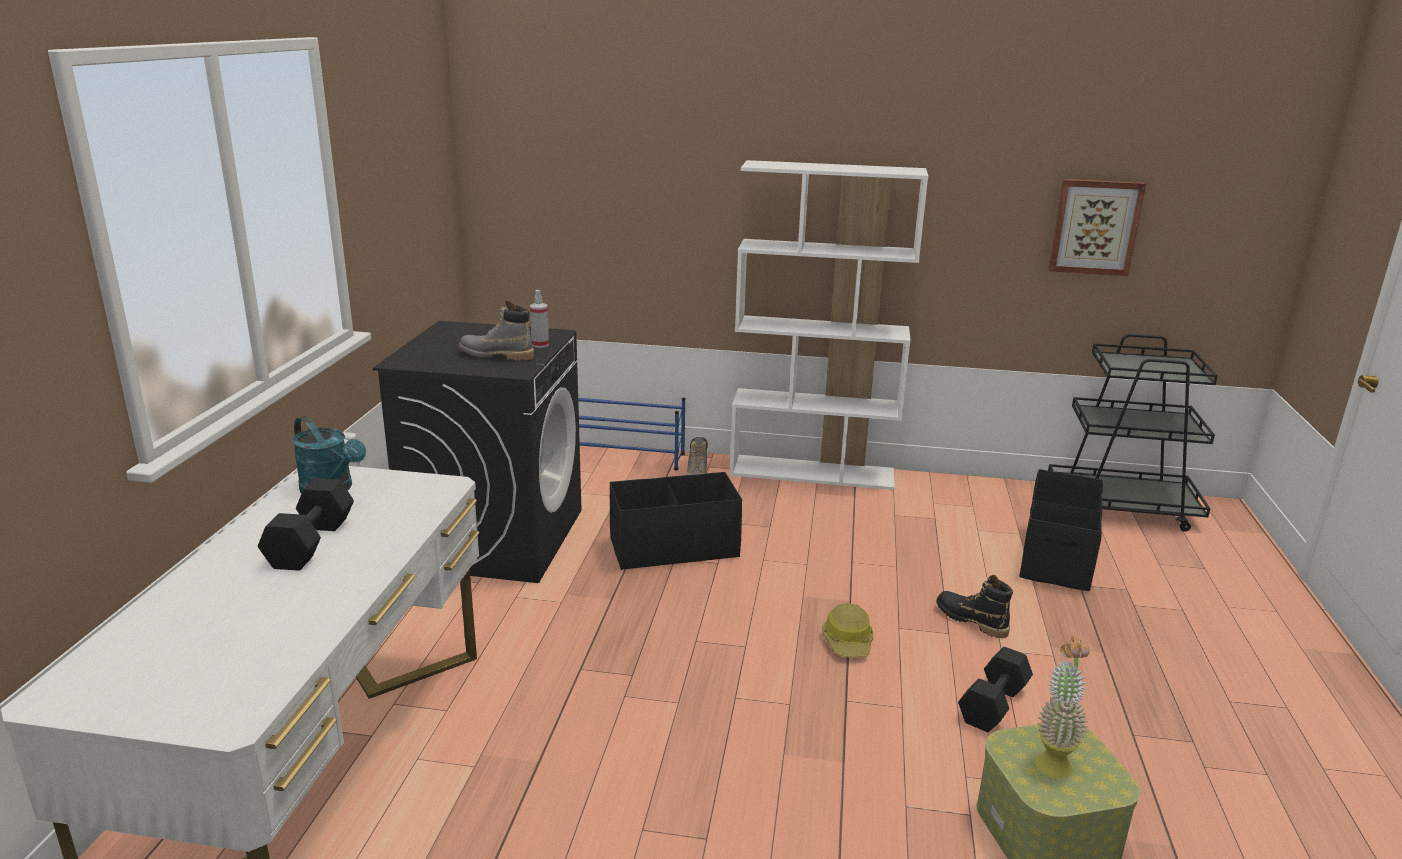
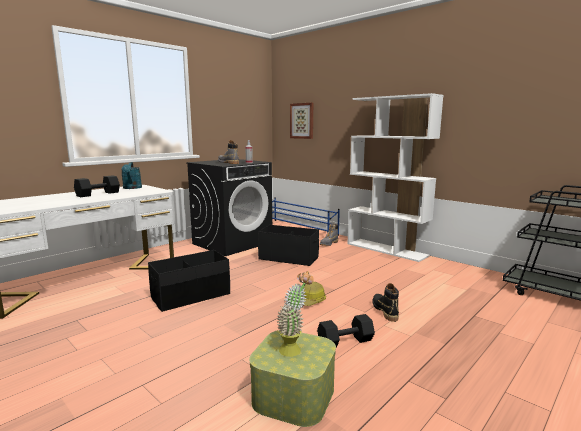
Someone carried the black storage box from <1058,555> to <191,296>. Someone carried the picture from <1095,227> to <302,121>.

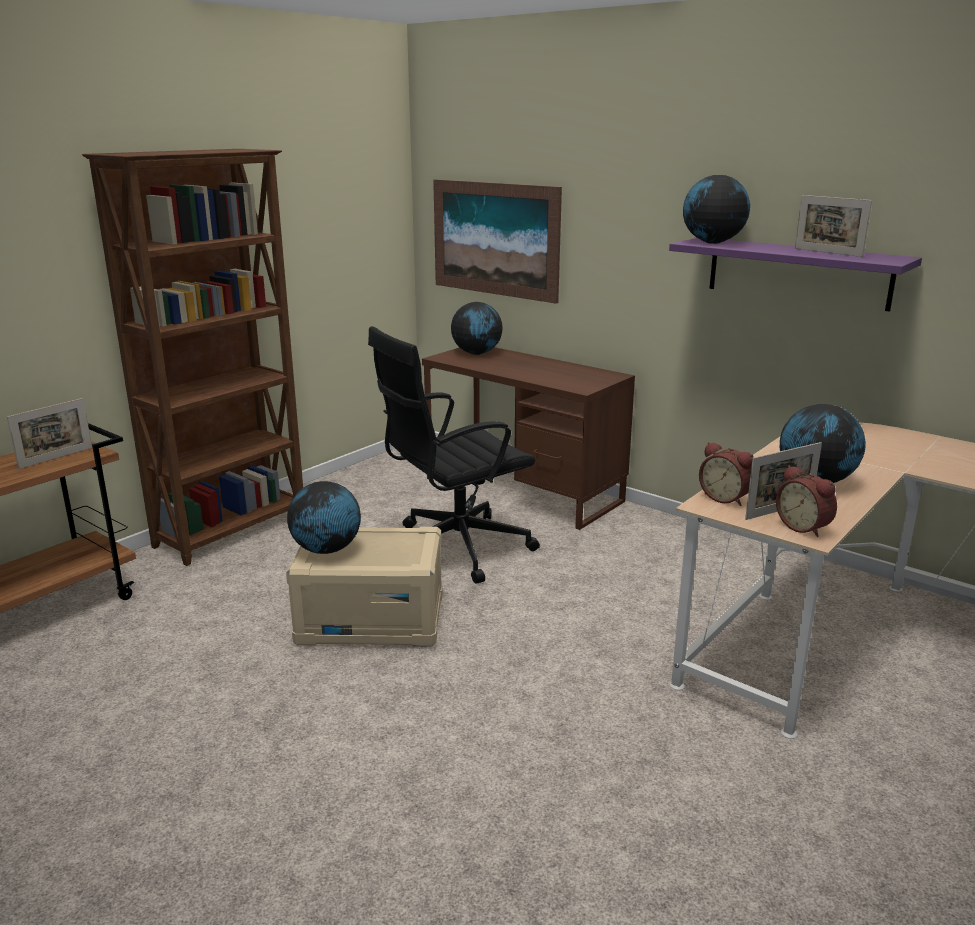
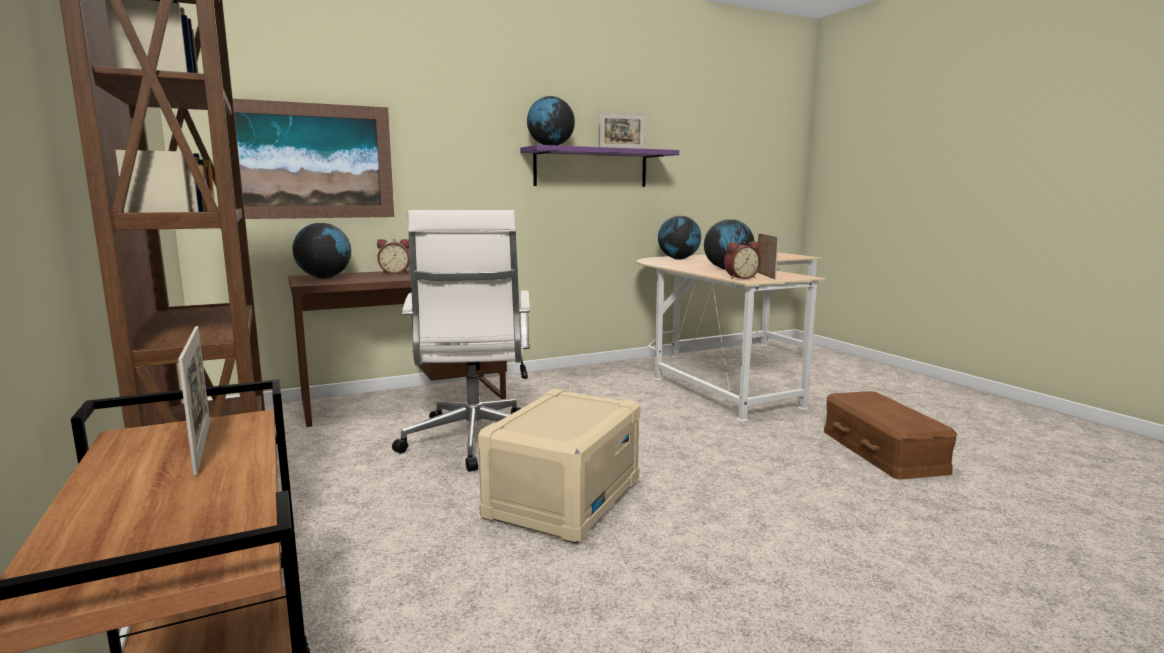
Someone carried the globe from <326,550> to <679,259>. Someone repainted the black office chair at <455,548>, which became the white office chair at <473,442>. Someone carried the alarm clock from <804,527> to <395,273>. Someone put down the brown storage box at <884,451>.

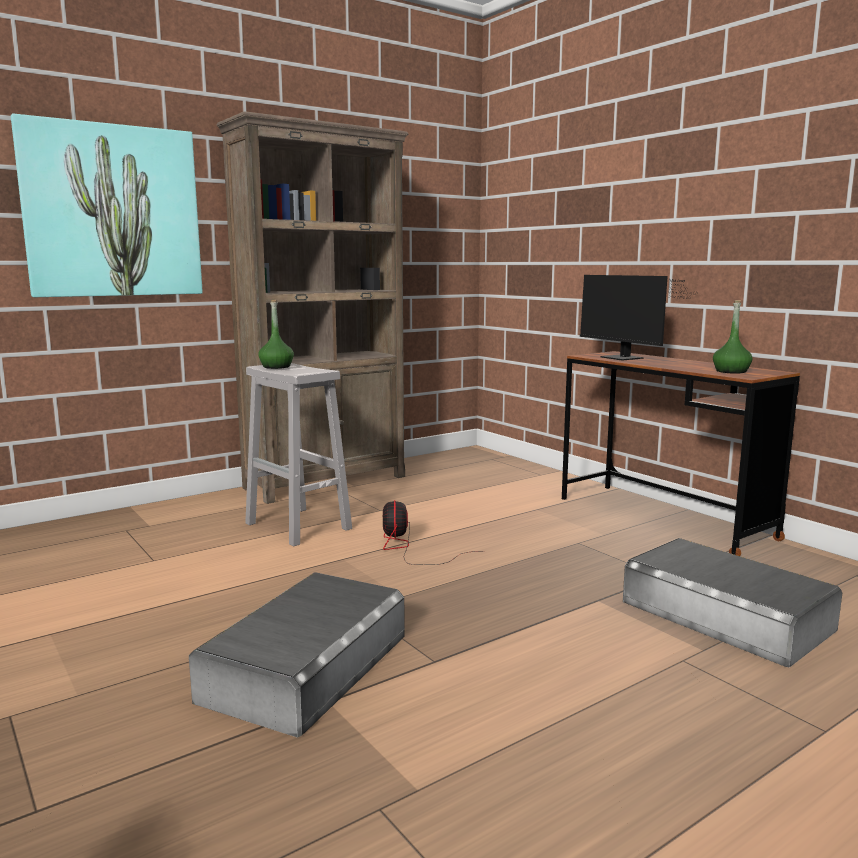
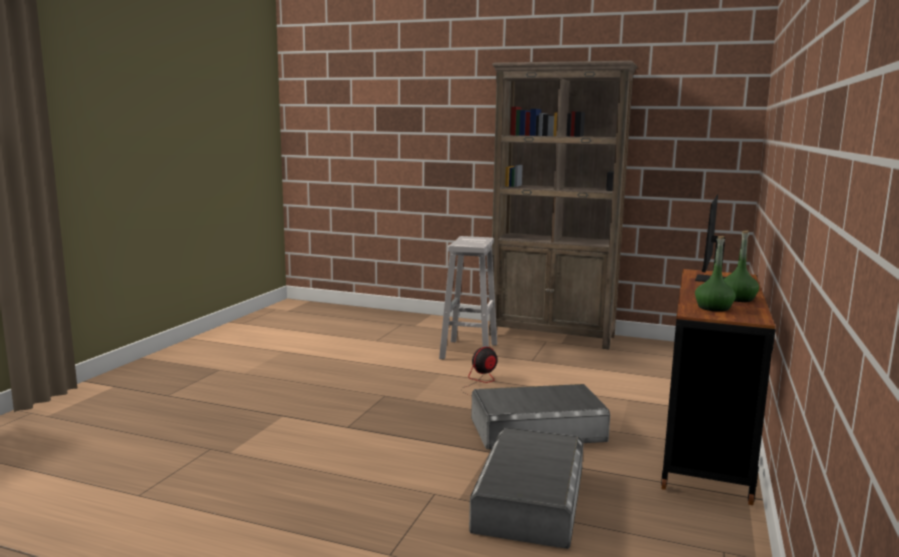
Someone took away the picture at <112,212>. Someone carried the grey storage box from <306,666> to <537,429>. Someone carried the green bottle from <276,367> to <738,299>.

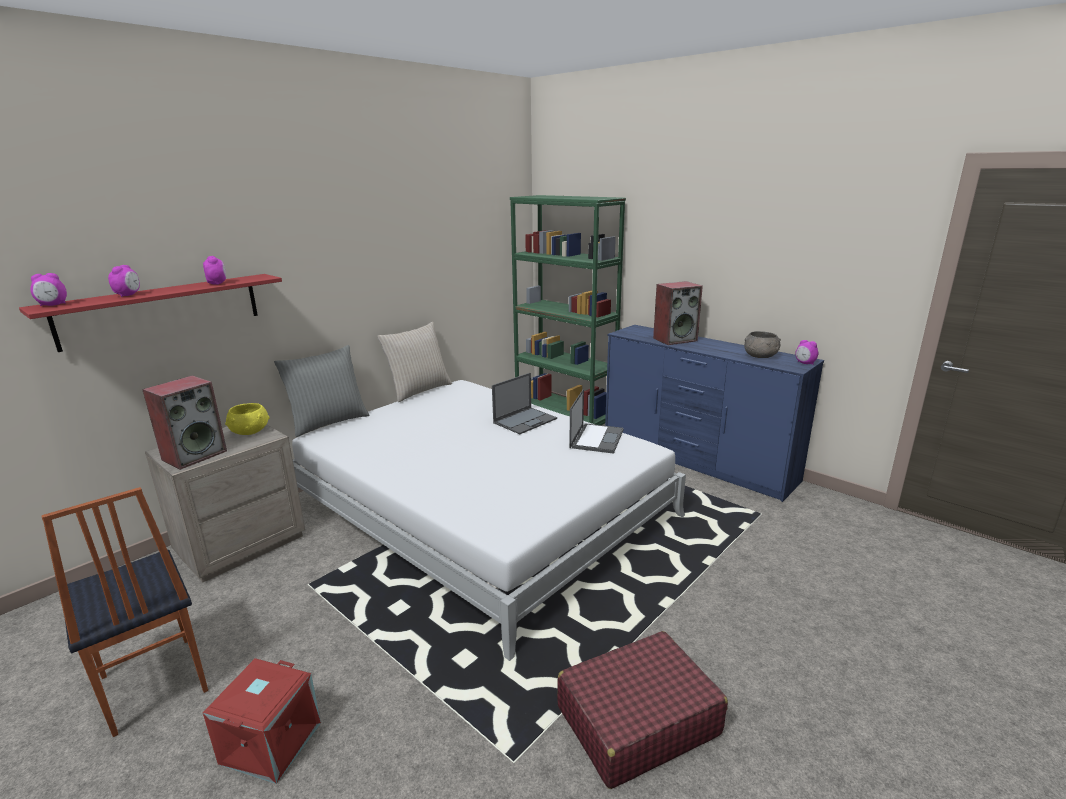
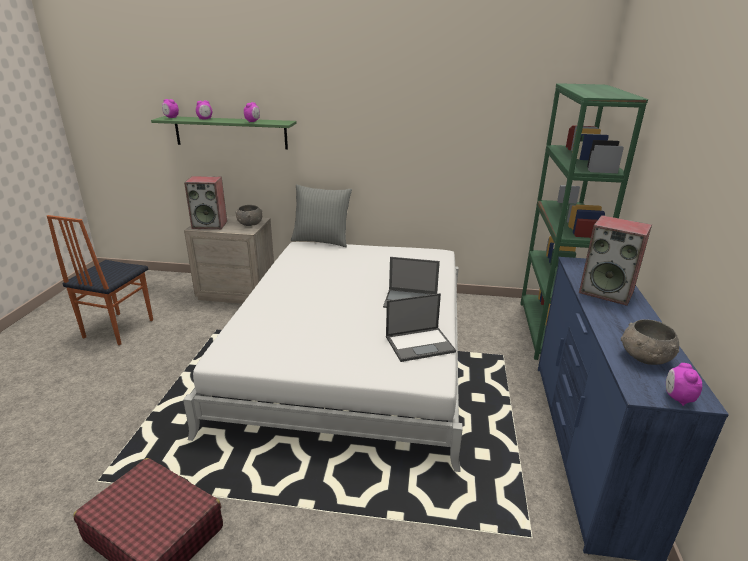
Someone repainted the red shelf at <162,310>, which became the green shelf at <230,132>. Someone took away the red storage box at <270,742>. Someone repainted the yellow bowl at <249,431>, which became the grey bowl at <250,224>. Someone took away the beige pillow at <418,390>.

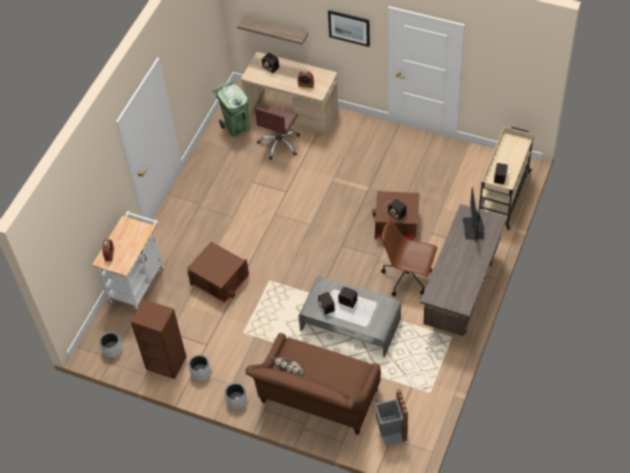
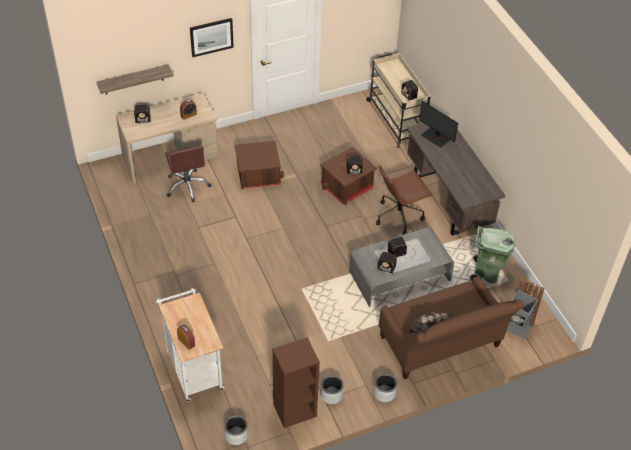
Someone carried the brown storage box from <220,280> to <258,174>. Someone carried the green trash can from <236,127> to <486,273>.

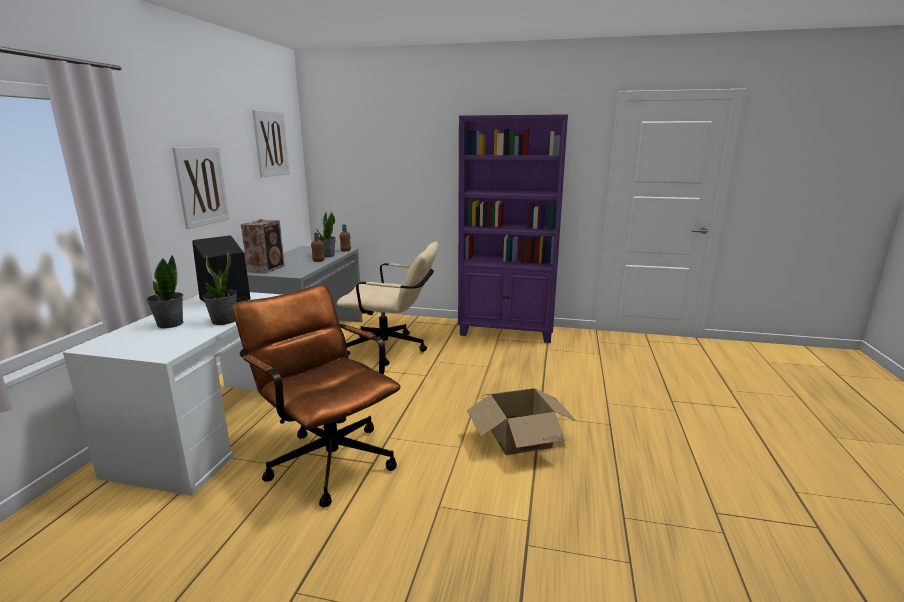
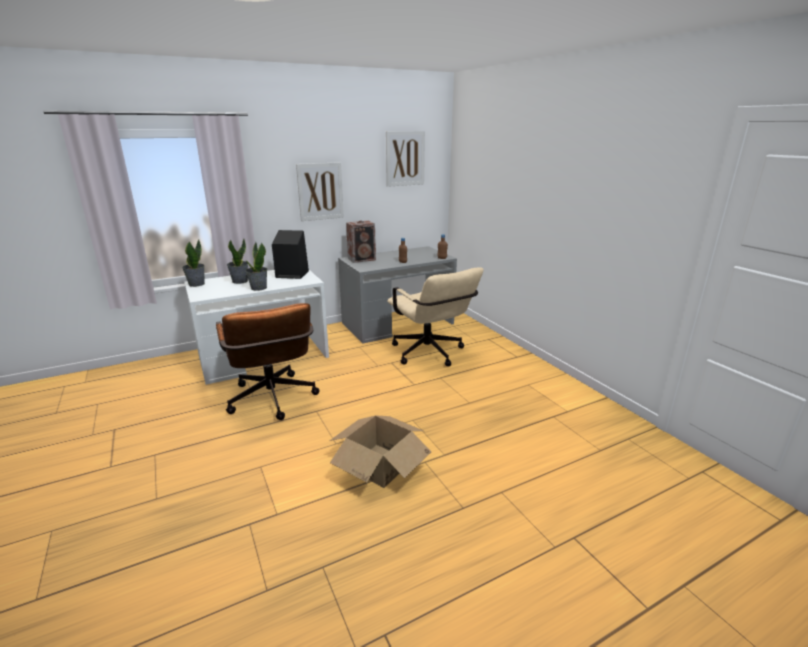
Someone rotated the brown office chair at <326,457> by 150 degrees clockwise. Someone carried the potted plant from <326,256> to <196,284>. Someone took away the purple bookcase at <507,331>.

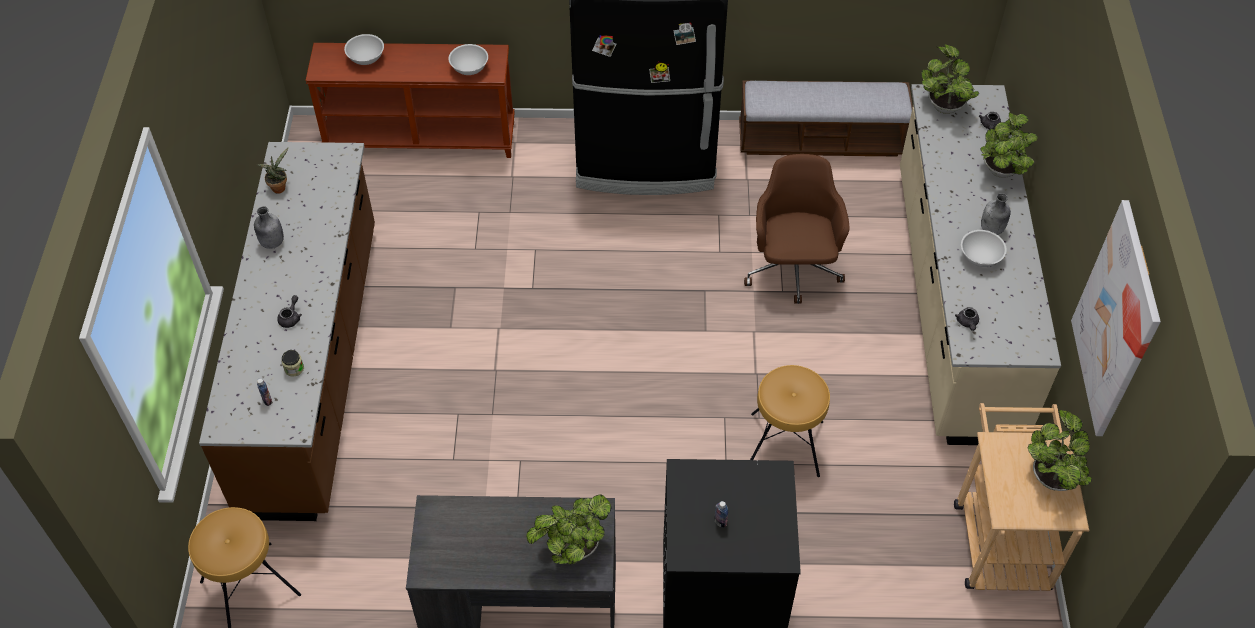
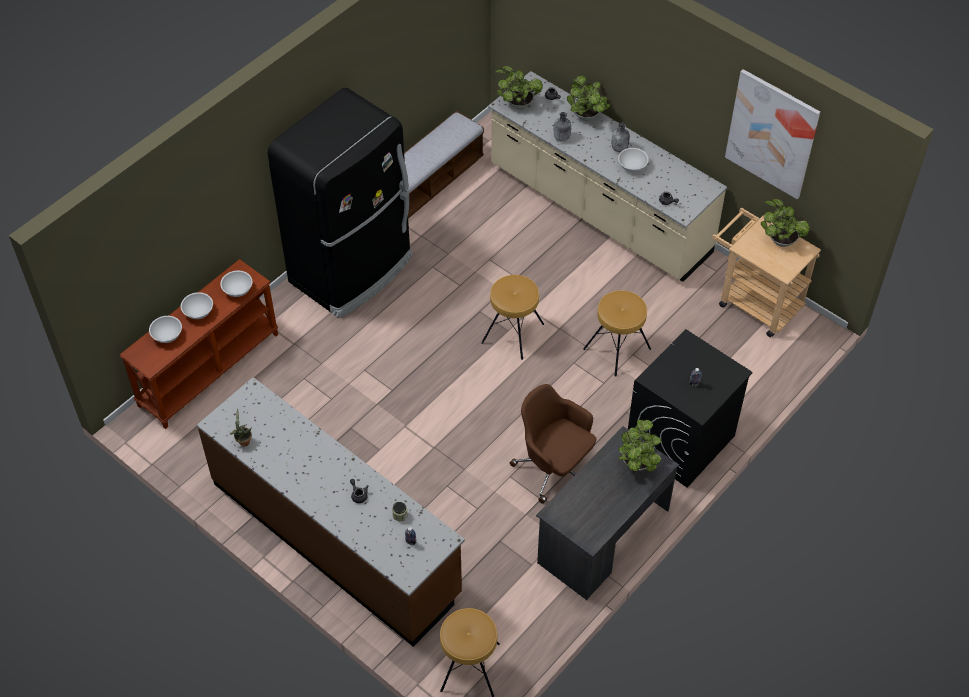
Someone carried the grey bottle from <272,242> to <561,138>. Someone carried the brown office chair from <793,269> to <554,468>. Someone put down the white bowl at <198,312>. Someone put down the brown stool at <513,333>.

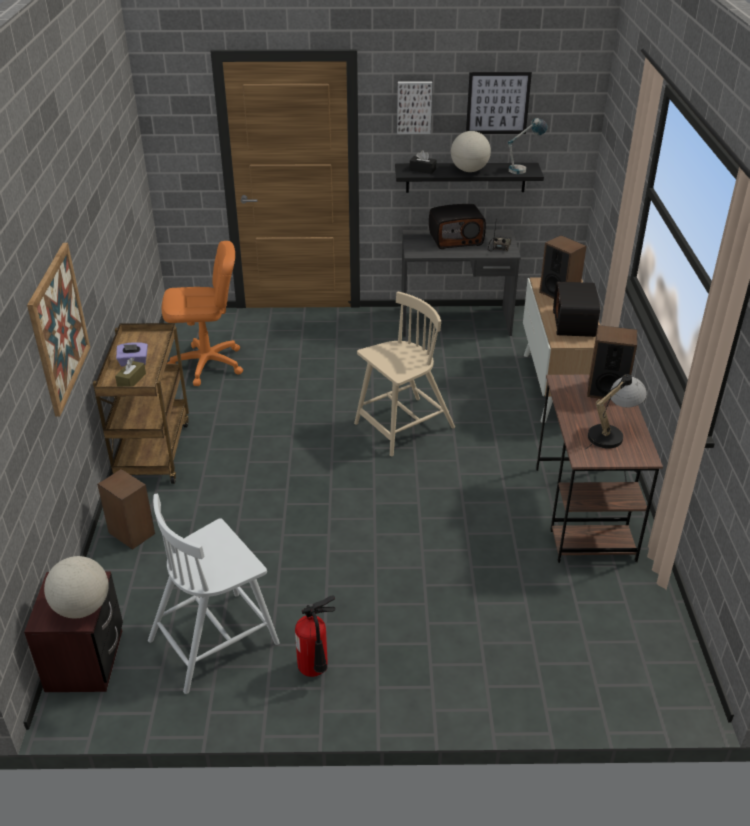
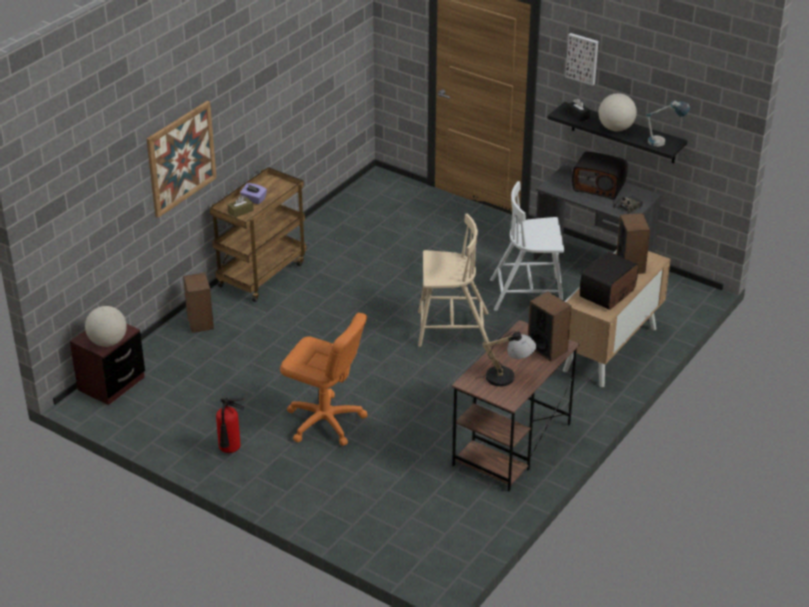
Someone carried the white chair from <215,640> to <528,294>. Someone carried the orange office chair from <207,364> to <325,422>. Someone took away the picture at <498,103>.

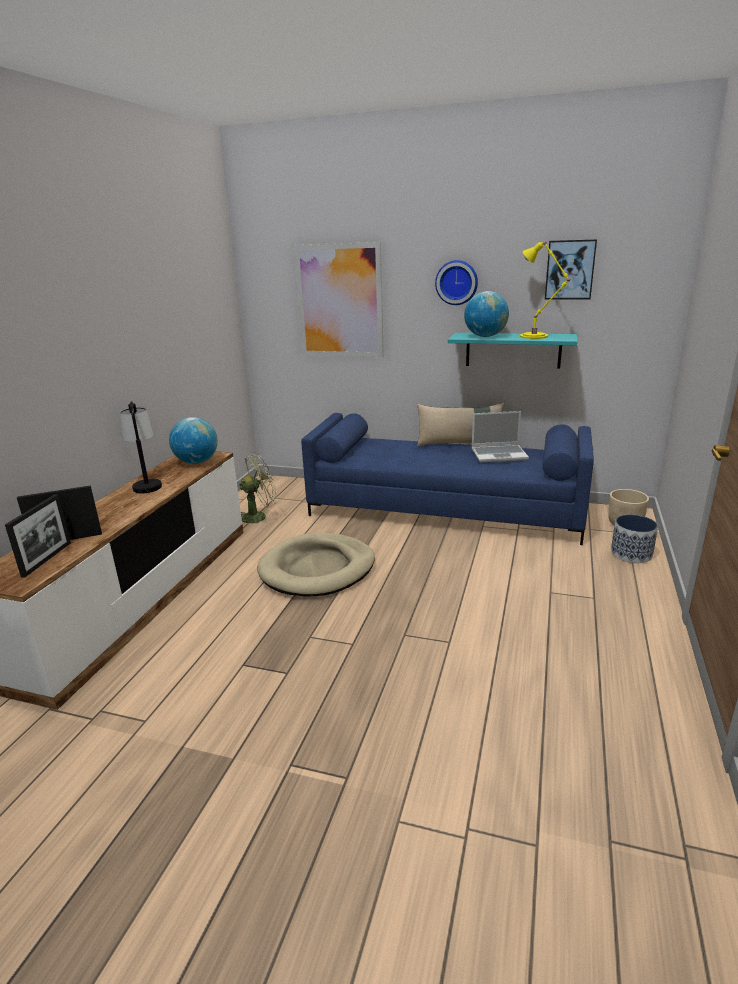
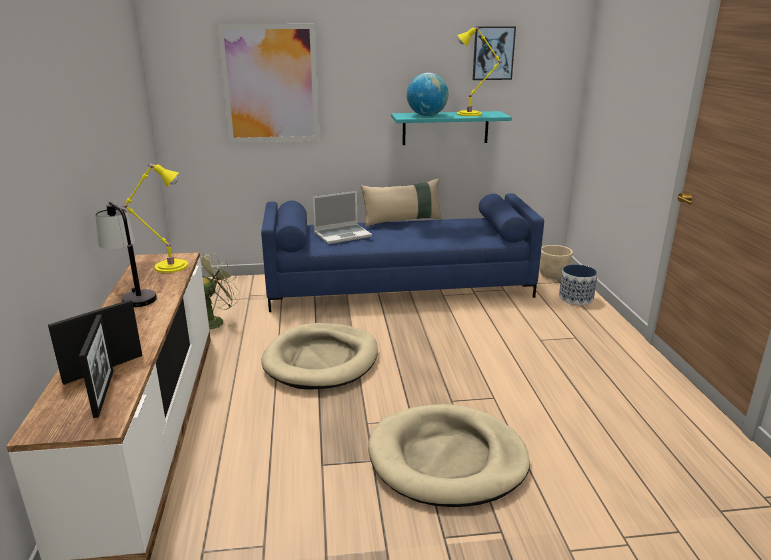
Someone swapped the globe at <197,462> for the yellow table lamp at <168,266>. Someone took away the wall clock at <457,282>. Someone carried the laptop from <499,454> to <343,235>. Someone put down the beige dog bed at <447,459>.

